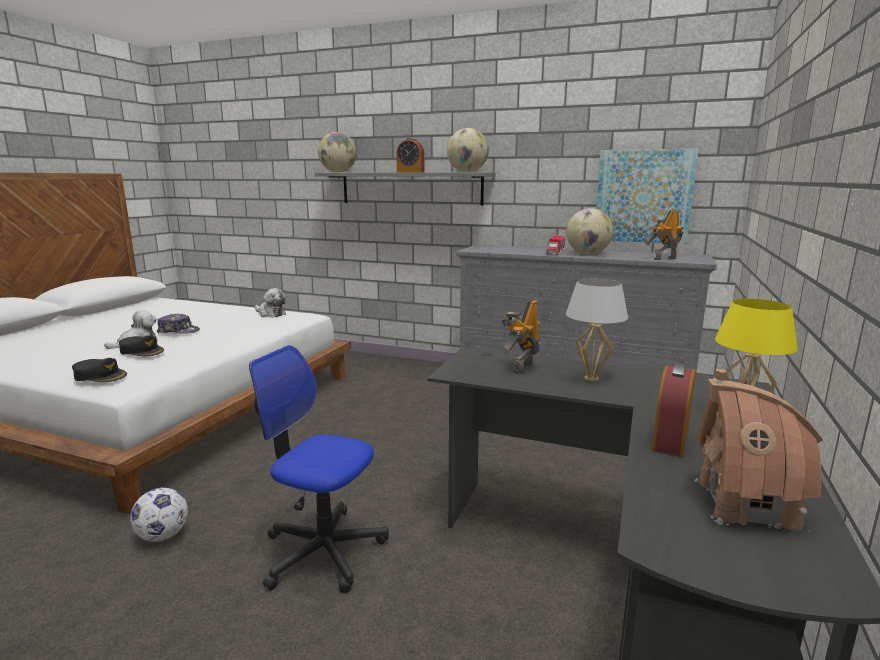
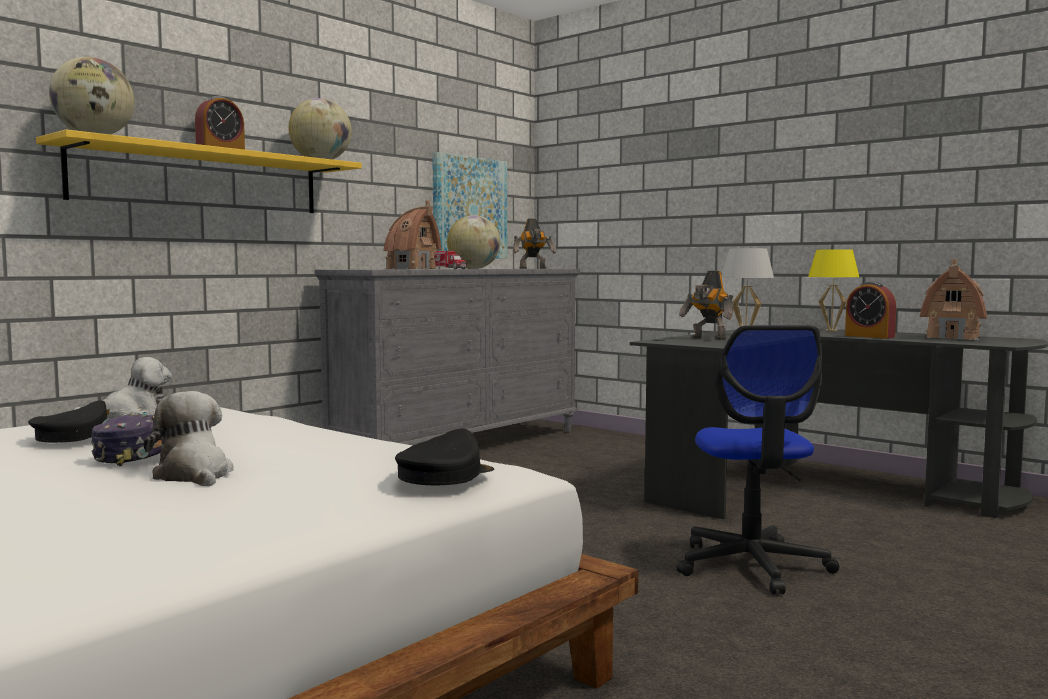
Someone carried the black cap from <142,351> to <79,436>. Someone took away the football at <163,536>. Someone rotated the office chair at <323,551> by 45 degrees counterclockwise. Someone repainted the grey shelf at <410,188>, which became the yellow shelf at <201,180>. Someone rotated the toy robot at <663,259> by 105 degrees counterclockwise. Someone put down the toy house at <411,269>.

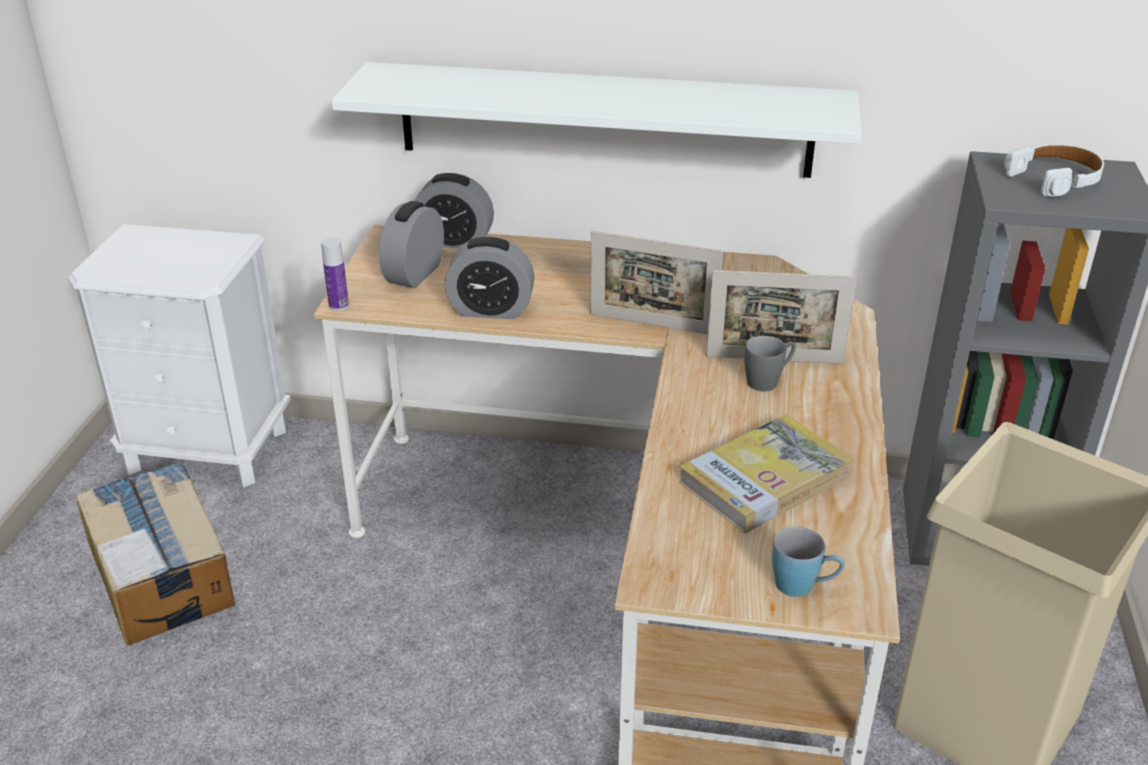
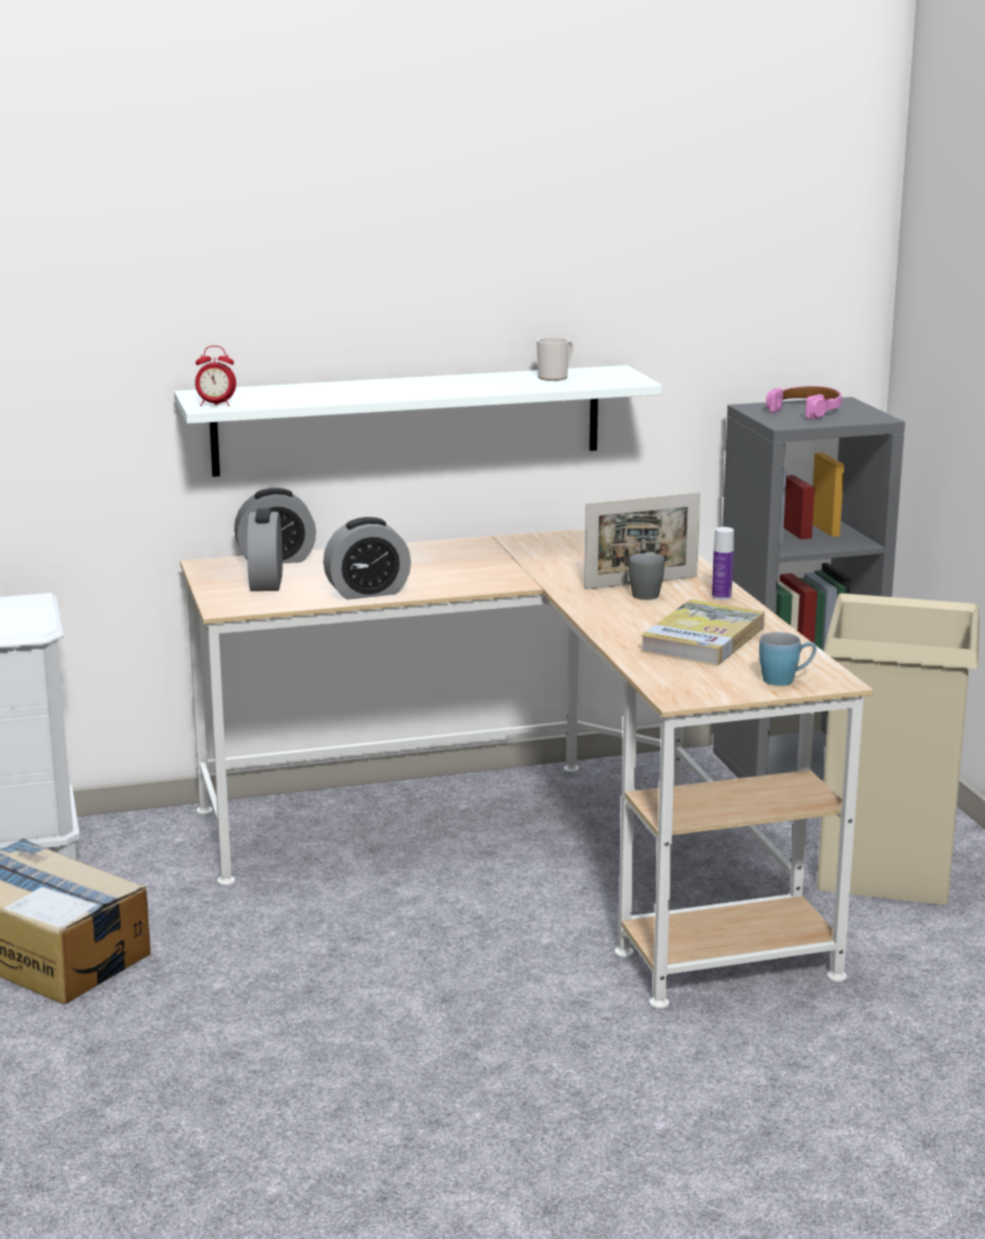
Someone carried the bottle from <339,305> to <721,597>. Someone took away the picture frame at <652,324>. Someone repainted the white headphones at <1055,179>, which became the pink headphones at <806,410>. Someone put down the alarm clock at <216,405>. Someone put down the mug at <555,377>.

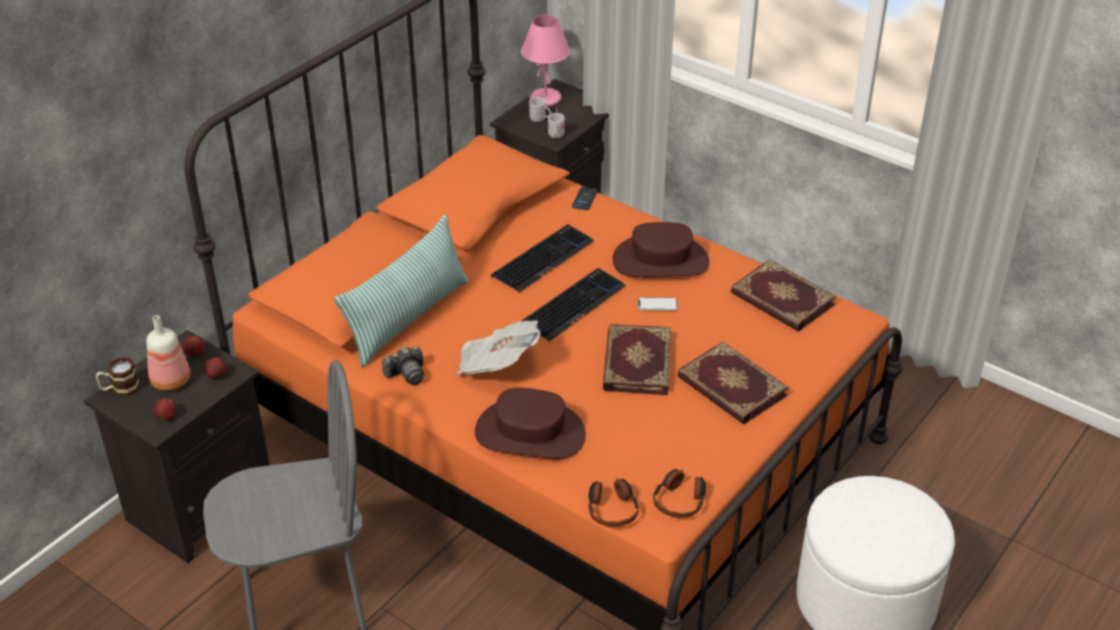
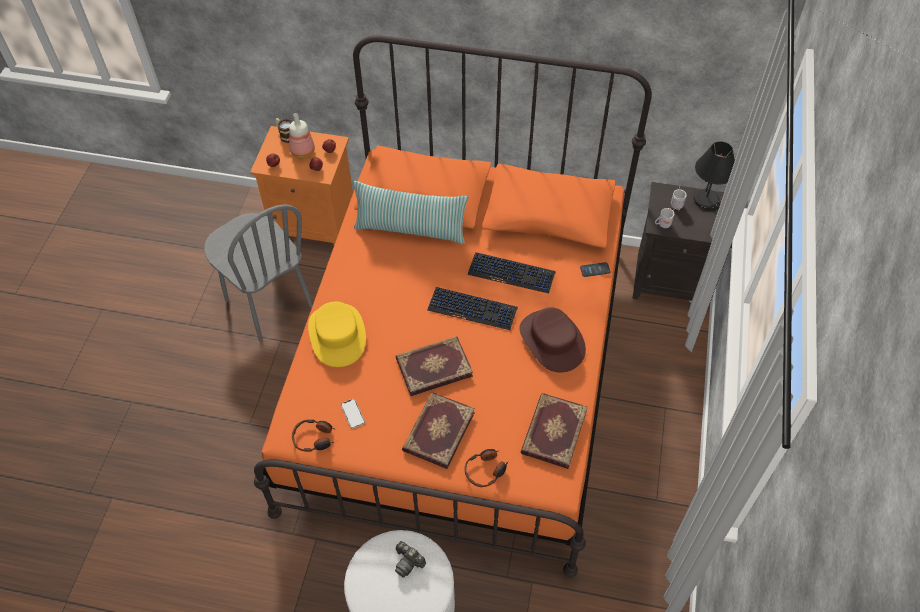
Someone repainted the black nightstand at <200,504>, which became the orange nightstand at <316,223>. Someone carried the photo camera from <406,374> to <408,562>. Someone took away the newspaper at <497,365>. Someone repainted the brown hat at <530,433>, which became the yellow hat at <337,335>. Someone repainted the pink table lamp at <546,99>, which became the black table lamp at <706,200>. Someone carried the headphones from <612,508> to <486,470>. Someone carried the phone from <657,305> to <352,414>.

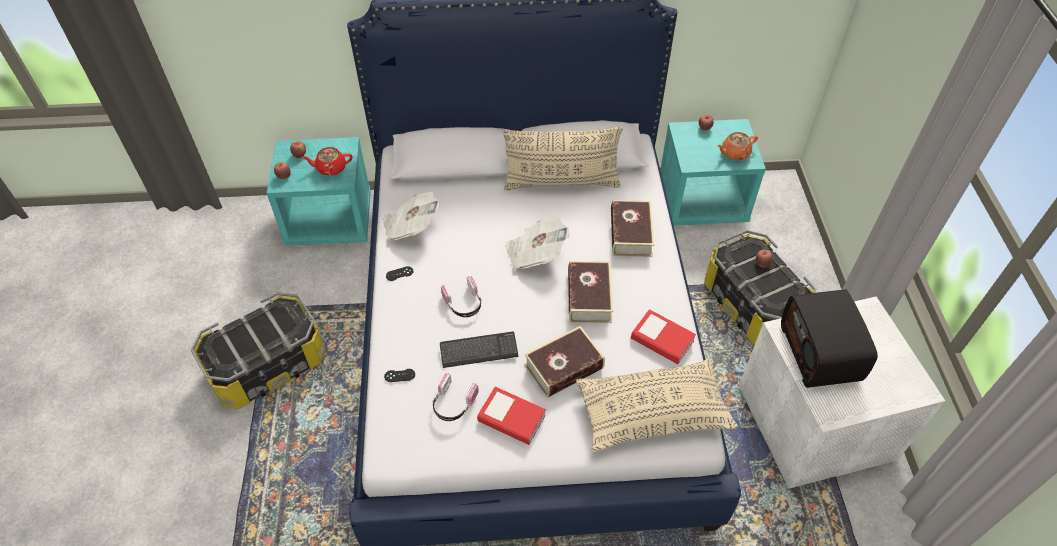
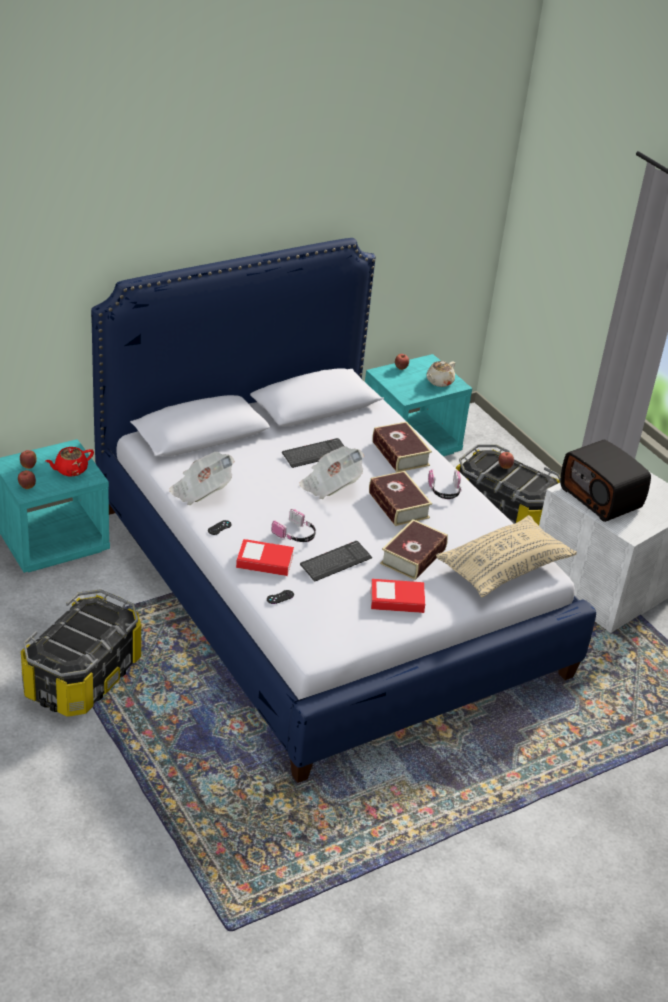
Someone carried the headphones from <453,404> to <444,491>. Someone took away the beige pillow at <561,182>. Someone carried the book from <662,340> to <264,562>. Someone repainted the orange teapot at <734,153>, which became the beige teapot at <439,382>. Someone put down the keyboard at <315,454>.

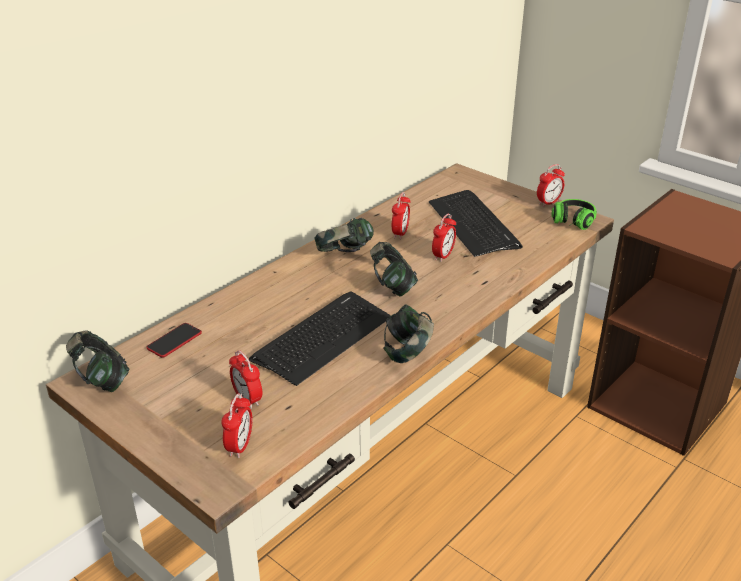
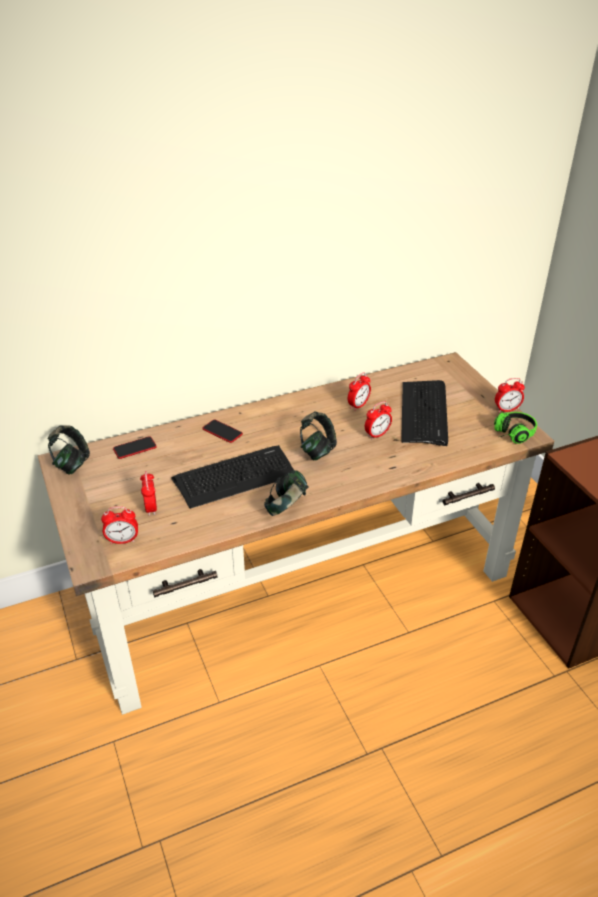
Someone rotated the alarm clock at <240,446> by 45 degrees clockwise. Someone took away the headphones at <344,254>. Someone put down the phone at <222,432>.

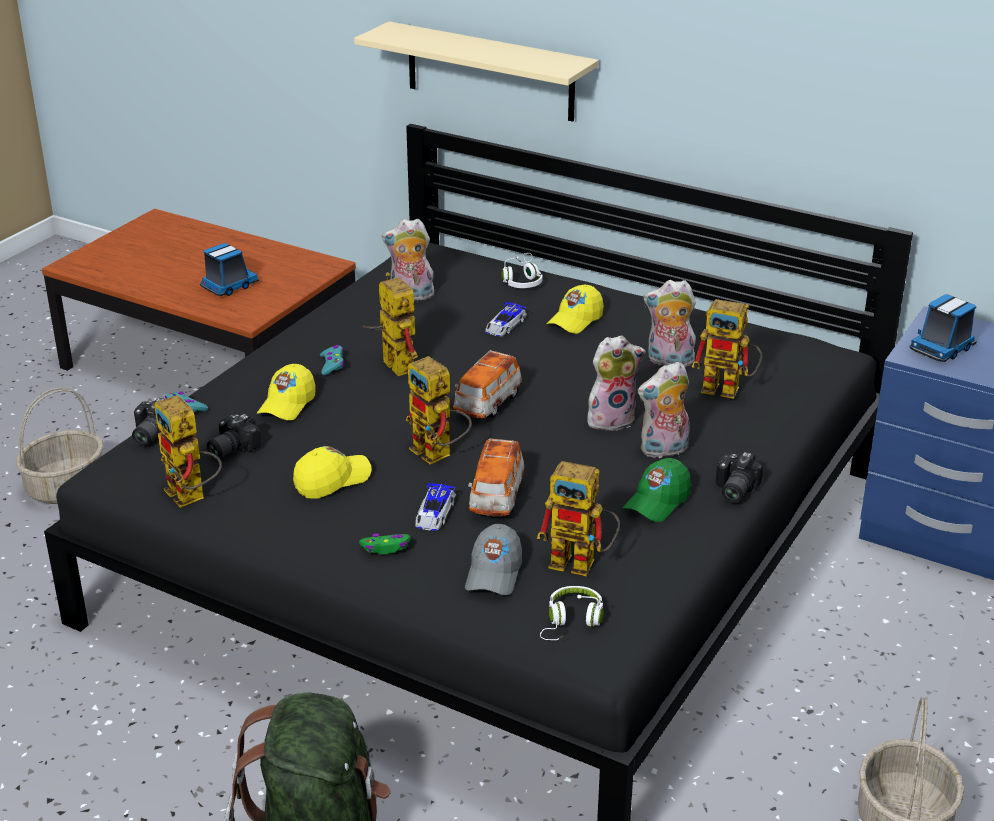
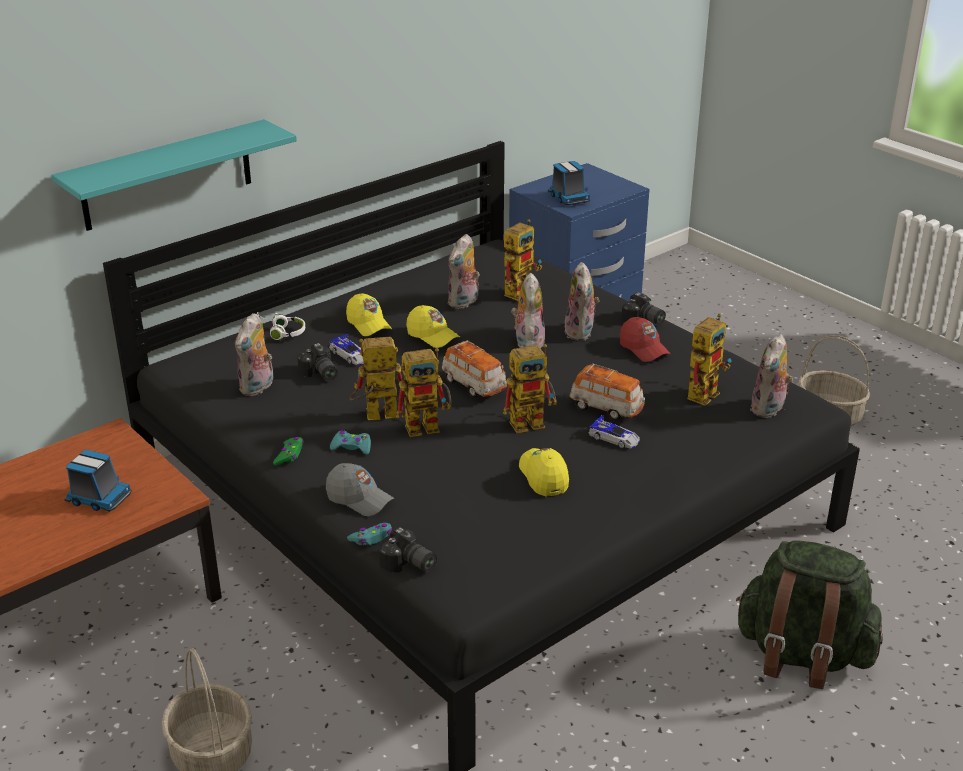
Someone carried the toy robot from <192,497> to <429,425>. Someone rotated the toy truck at <229,286> by 135 degrees clockwise. Someone carried the photo camera from <230,448> to <319,374>. Someone carried the yellow cap from <287,404> to <432,336>. Someone repainted the beige shelf at <490,72>, which became the turquoise shelf at <167,175>. Someone carried the green game controller from <386,548> to <289,455>. Someone carried the grey cap from <494,573> to <359,499>. Someone swapped the white headphones at <571,622> for the plush toy at <769,409>. Someone repainted the green cap at <657,502>, which became the red cap at <644,349>.

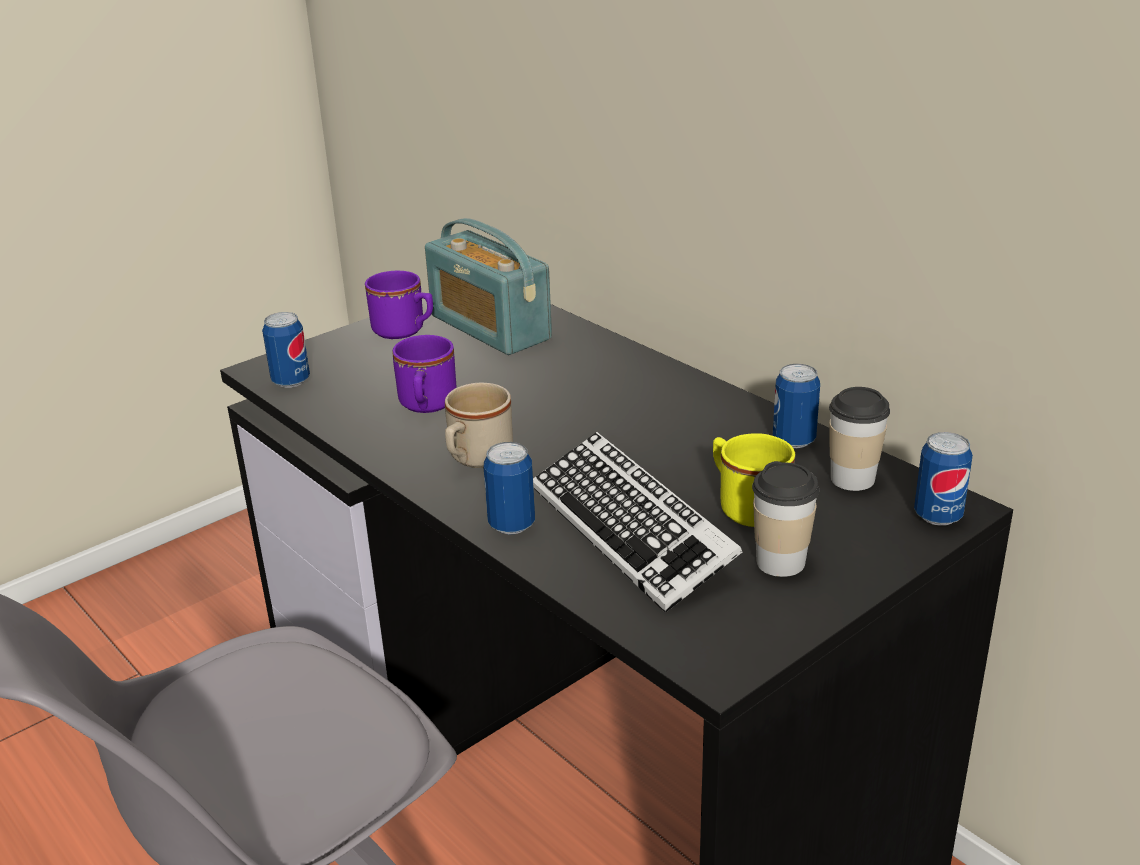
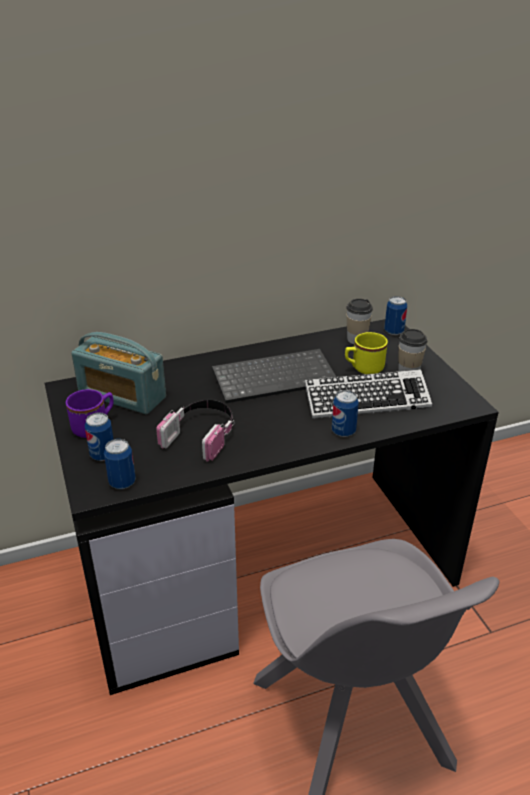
Someone swapped the purple mug at <426,406> for the headphones at <201,435>. Someone rotated the radio at <489,327> by 45 degrees clockwise. Someone took away the beige mug at <476,459>. Someone carried the can from <793,440> to <103,455>. Someone put down the keyboard at <275,377>.

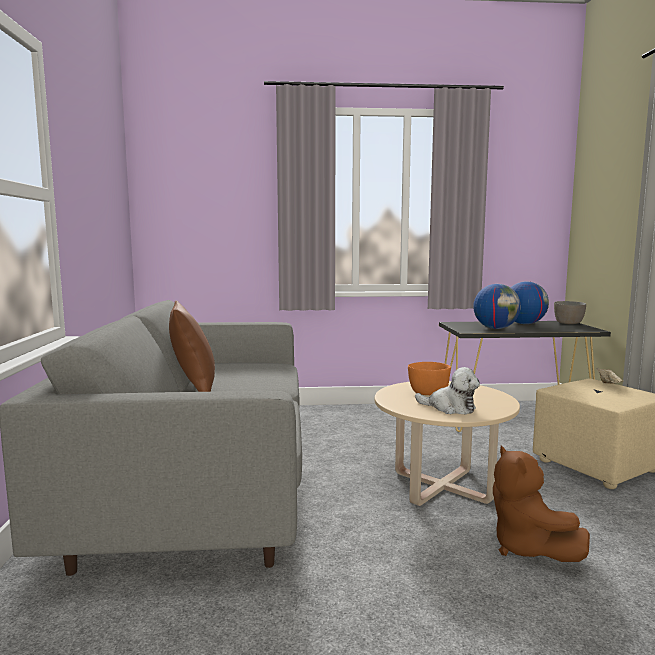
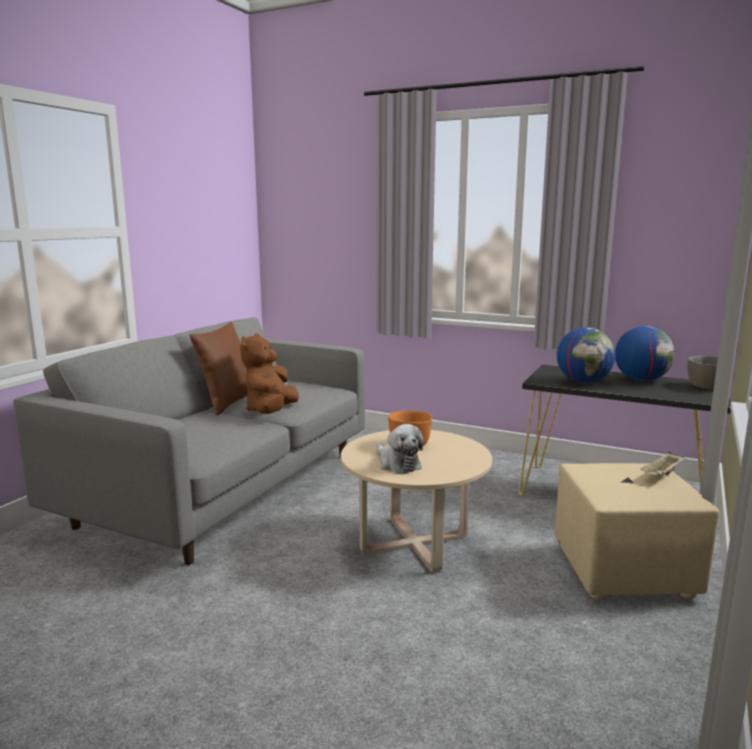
Someone carried the brown plush toy from <527,548> to <271,411>.

